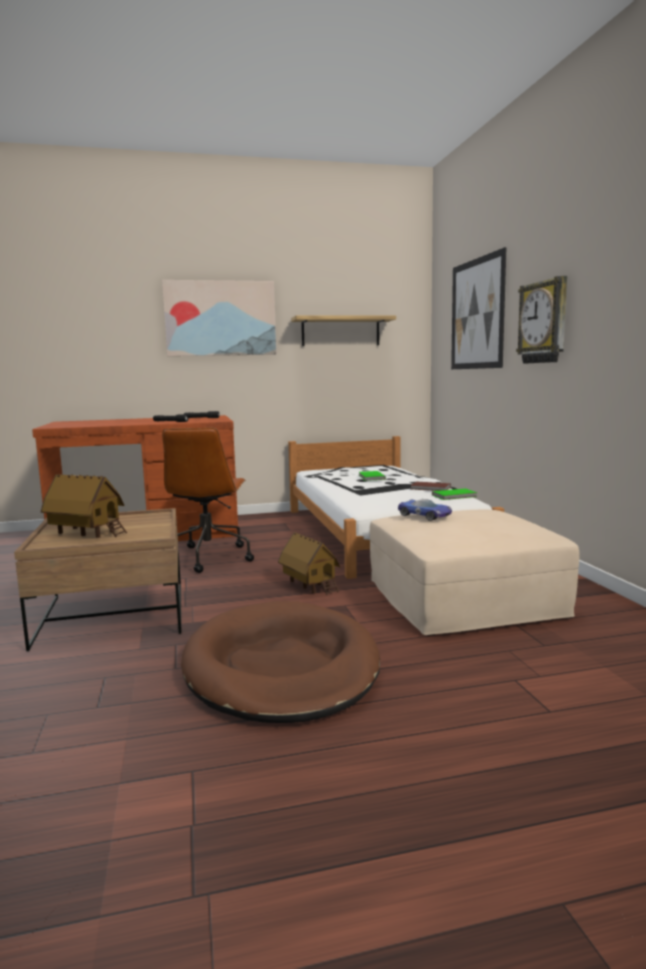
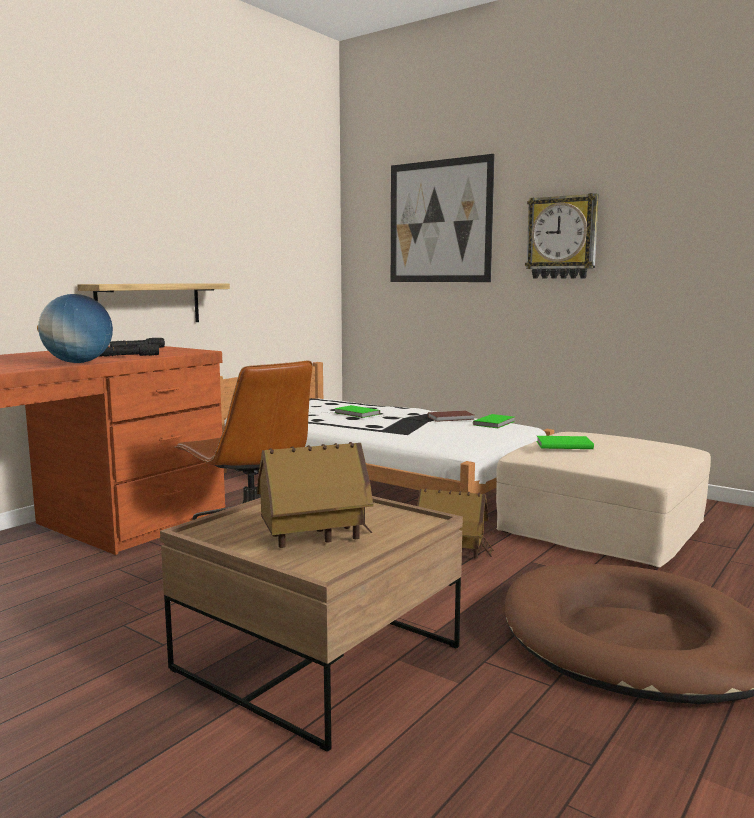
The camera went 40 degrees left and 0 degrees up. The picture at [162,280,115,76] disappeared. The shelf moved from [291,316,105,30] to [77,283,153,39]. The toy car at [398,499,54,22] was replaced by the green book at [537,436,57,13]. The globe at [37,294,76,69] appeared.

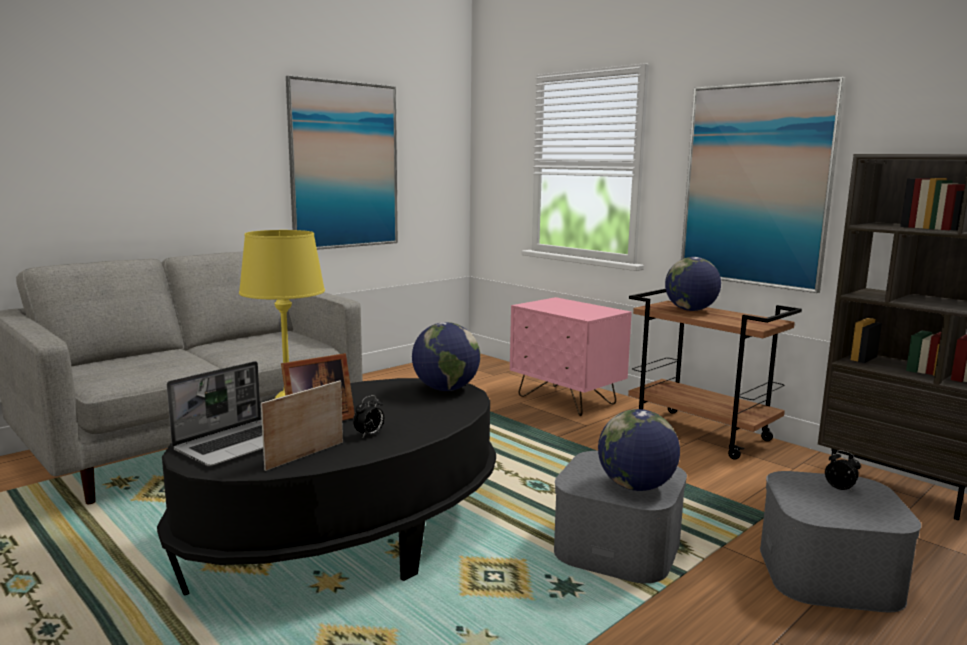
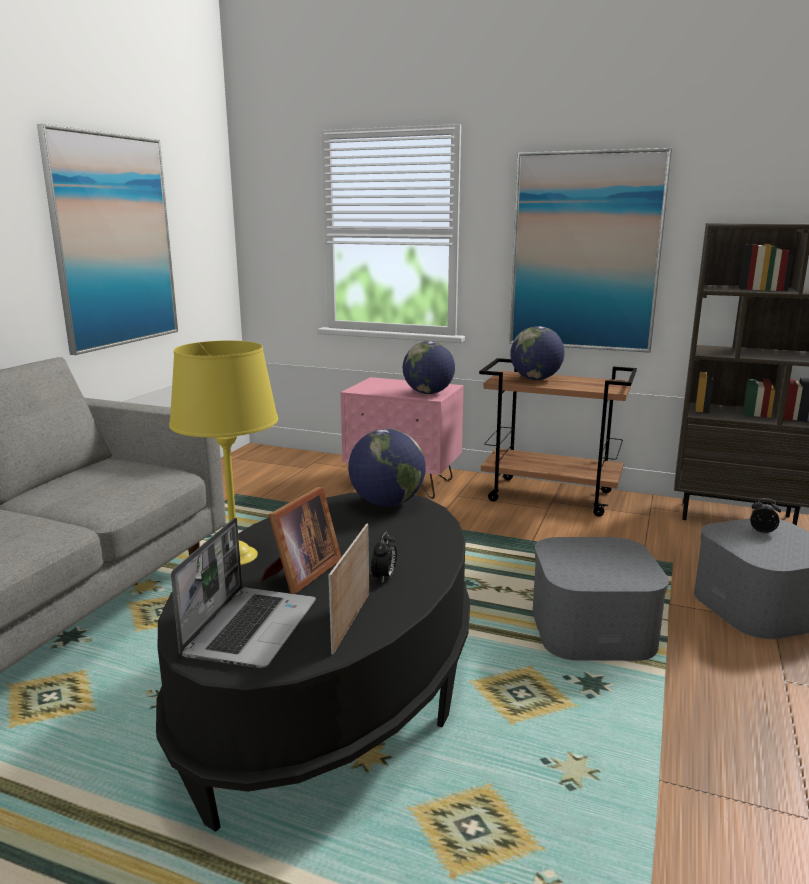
The camera went 25 degrees left and 5 degrees up. The globe moved from [598,409,82,82] to [403,341,52,53].

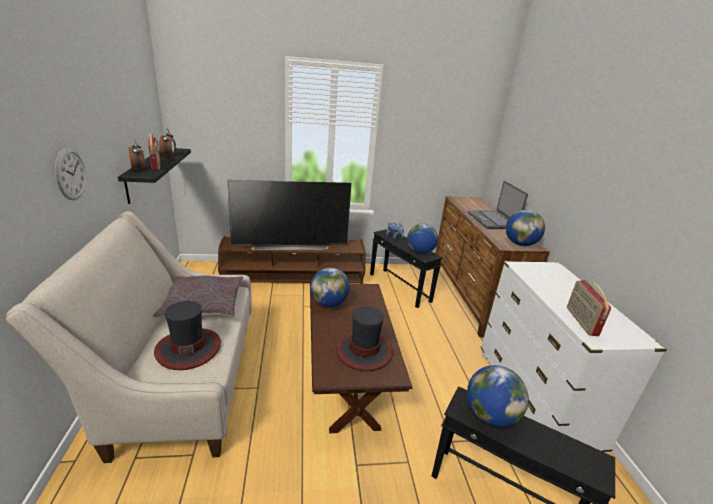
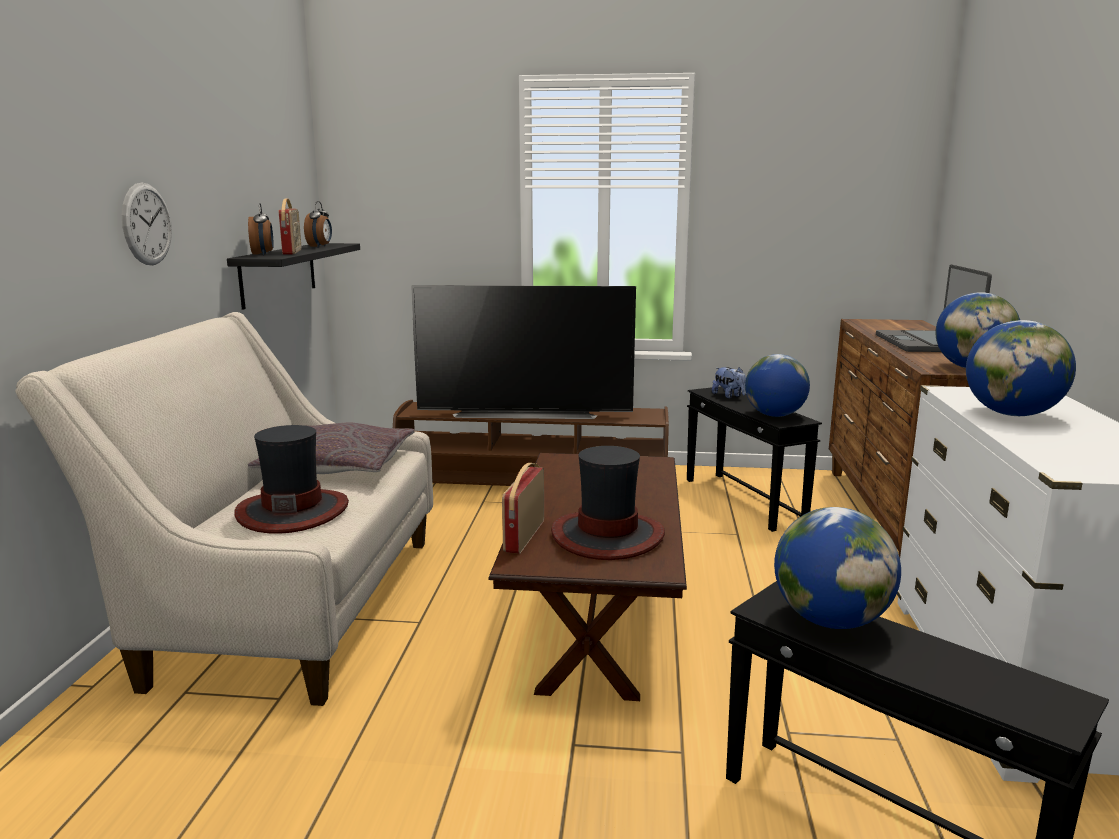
The camera went 15 degrees right and 10 degrees down. The globe moved from [310,268,40,39] to [966,320,110,96]. The radio moved from [567,280,44,56] to [502,463,42,91].

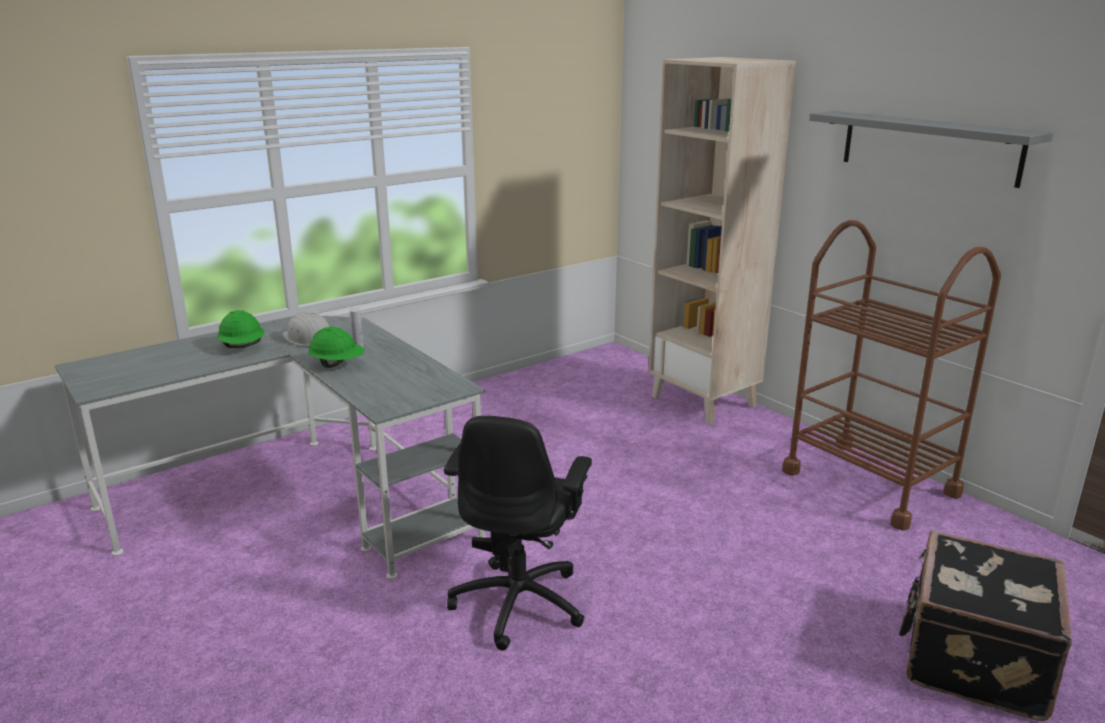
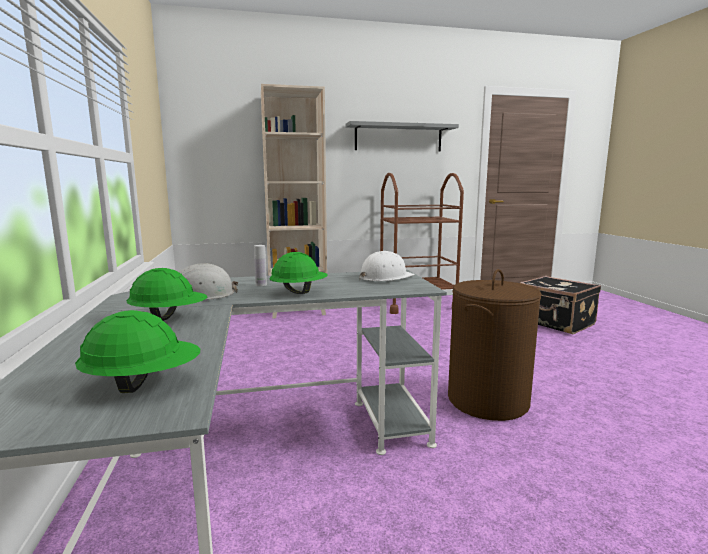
The camera went 65 degrees left and 10 degrees down. The black office chair at [444,416,148,235] was replaced by the brown laundry basket at [448,269,94,152]. The white hard hat at [359,251,56,30] appeared. The green hard hat at [75,310,125,83] appeared.

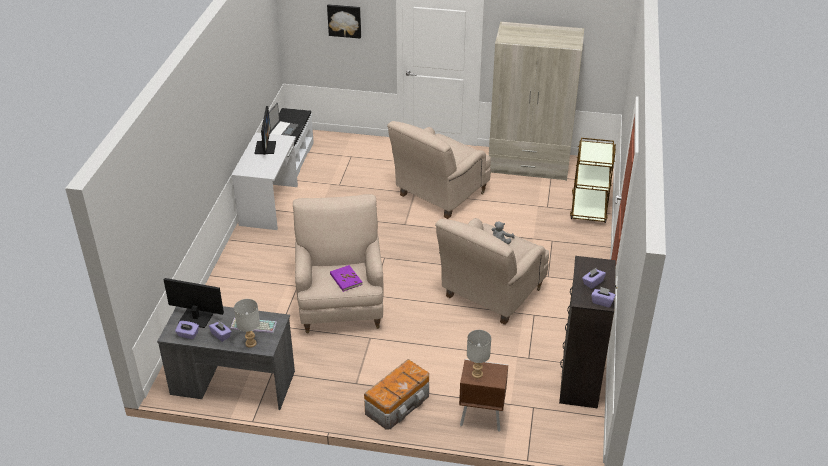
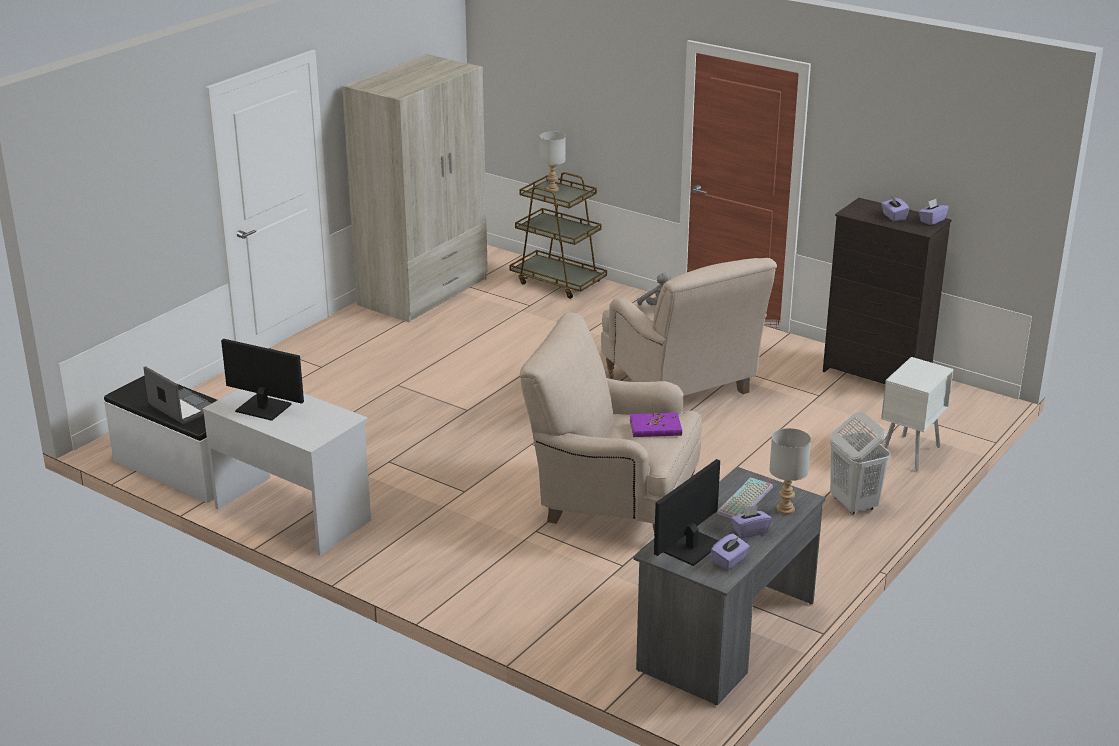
The camera went 65 degrees left and 10 degrees down. The picture at [327,4,34,35] disappeared. The beige armchair at [387,121,104,98] disappeared. The grey table lamp moved from [467,330,24,48] to [539,131,27,61]. The storage box at [364,359,65,70] was replaced by the white laundry basket at [830,412,61,103]. The brown nightstand at [459,359,49,72] became the white nightstand at [881,357,73,114].

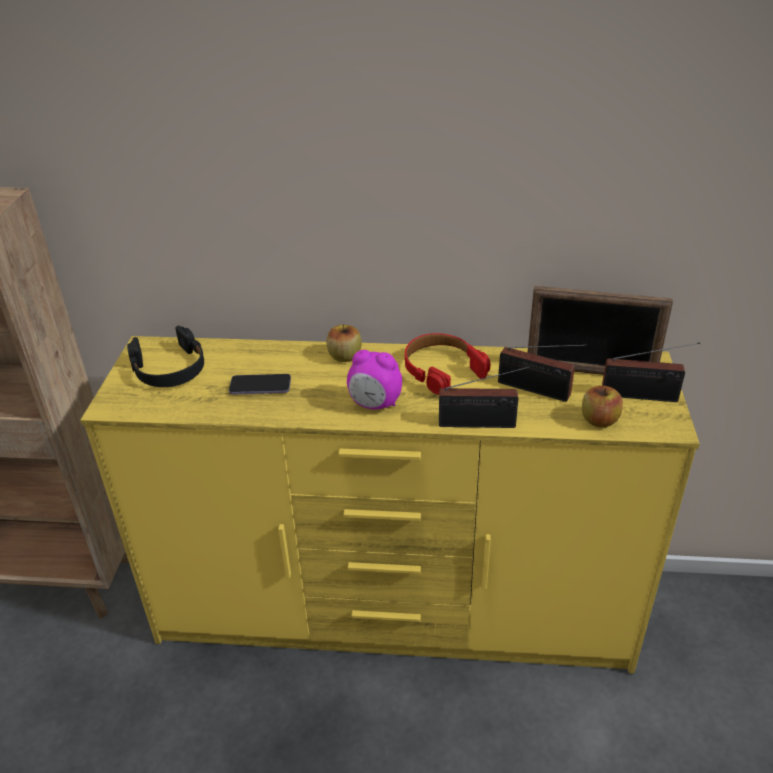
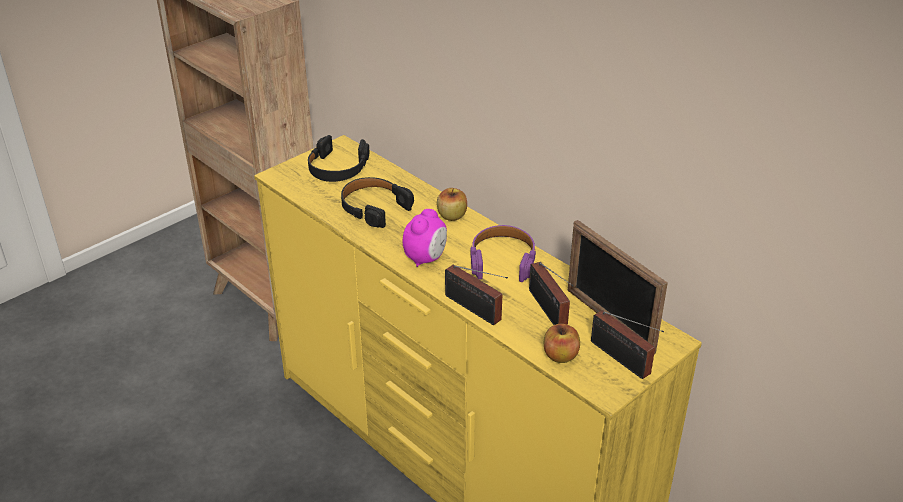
The camera went 40 degrees right and 0 degrees up. The red headphones at [405,333,86,62] became the purple headphones at [470,225,66,57]. The alarm clock at [347,350,55,60] turned 120 degrees counterclockwise. The phone at [229,374,62,21] was replaced by the black headphones at [341,177,73,51].

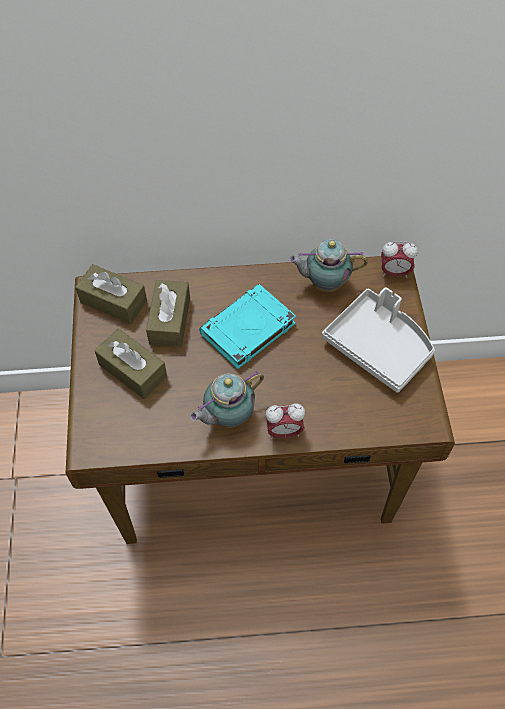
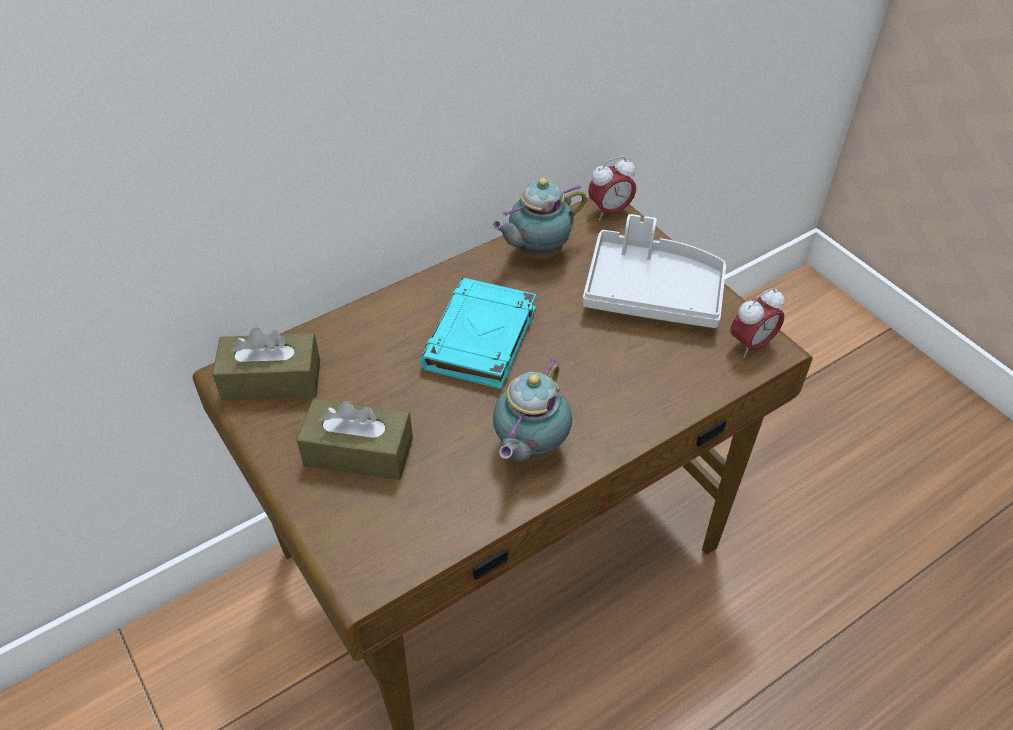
The camera went 30 degrees left and 10 degrees down. The brown tissue box at [146,280,44,67] disappeared. The alarm clock moved from [266,403,39,36] to [730,288,55,70].

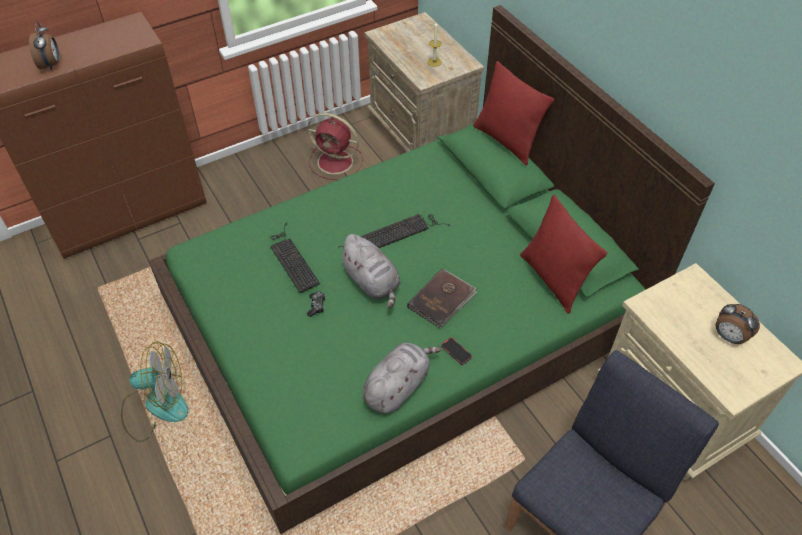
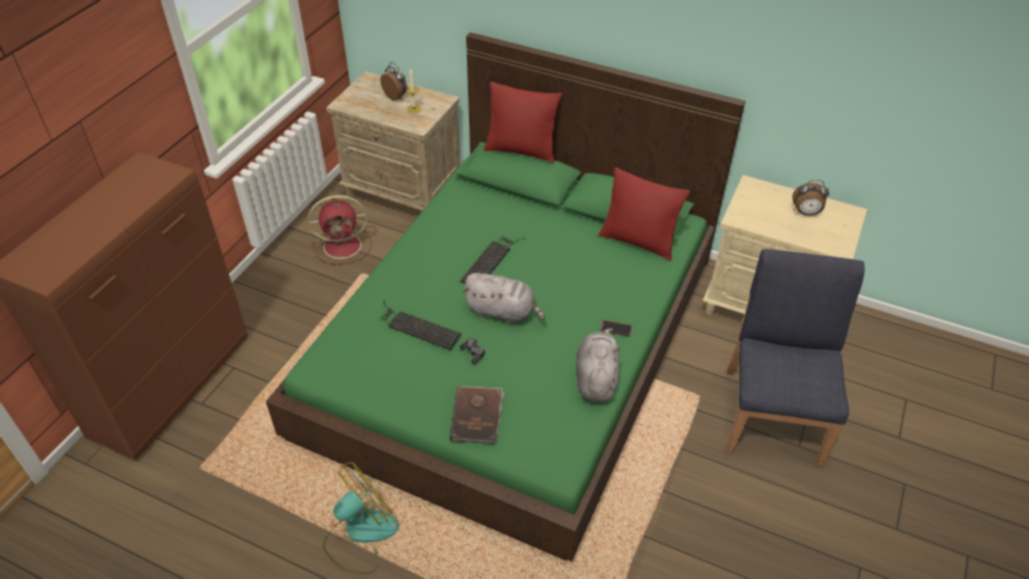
The camera went 35 degrees left and 5 degrees down. The alarm clock moved from [29,22,30,49] to [380,62,27,39]. The brown book moved from [407,269,70,60] to [450,386,55,58].

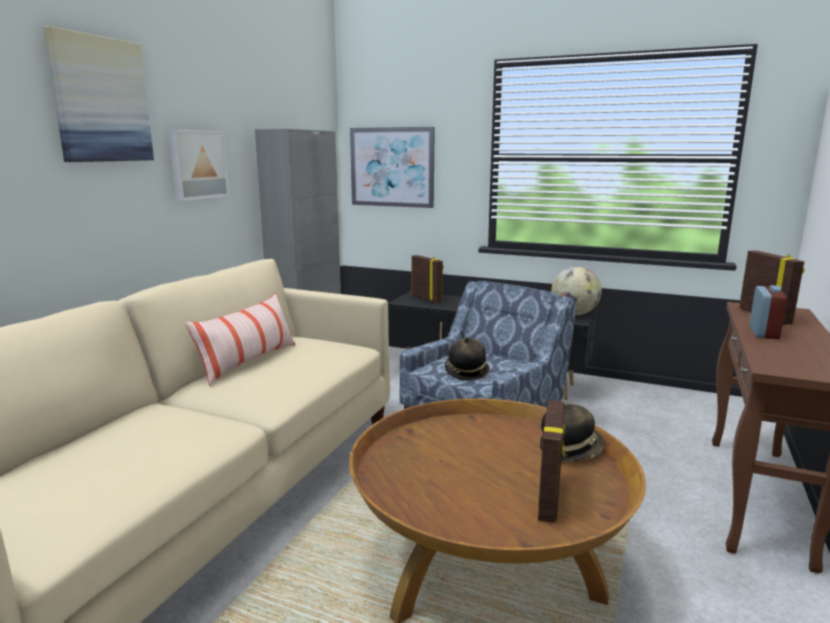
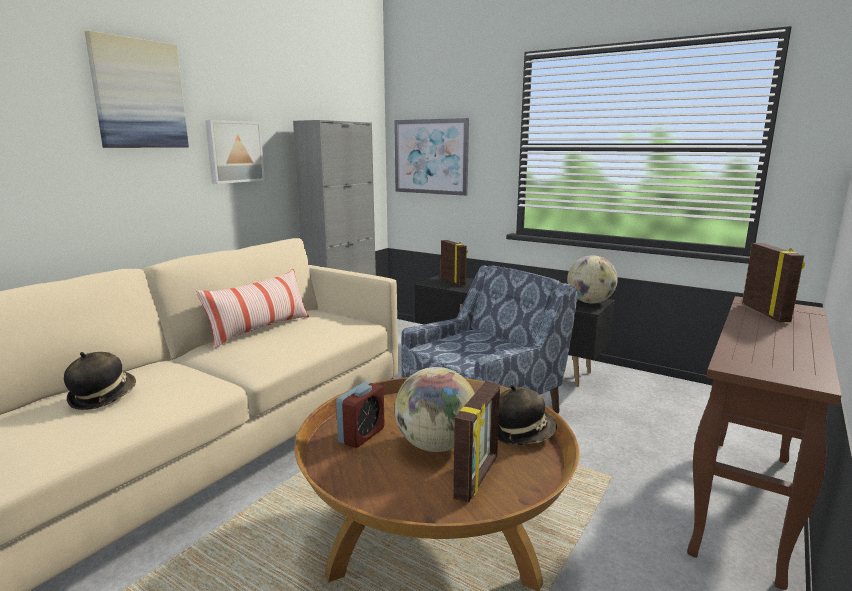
The camera went 10 degrees right and 0 degrees up. The alarm clock moved from [750,285,37,54] to [336,382,49,66]. The hat moved from [445,337,45,43] to [64,352,72,58]. The globe at [395,367,80,85] appeared.

